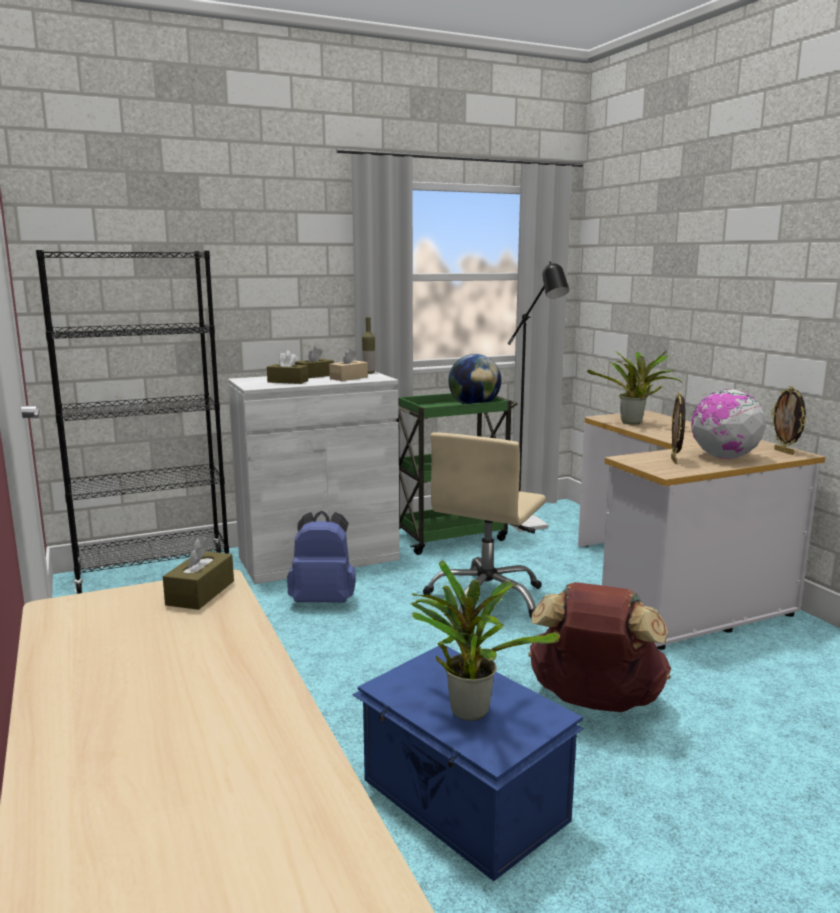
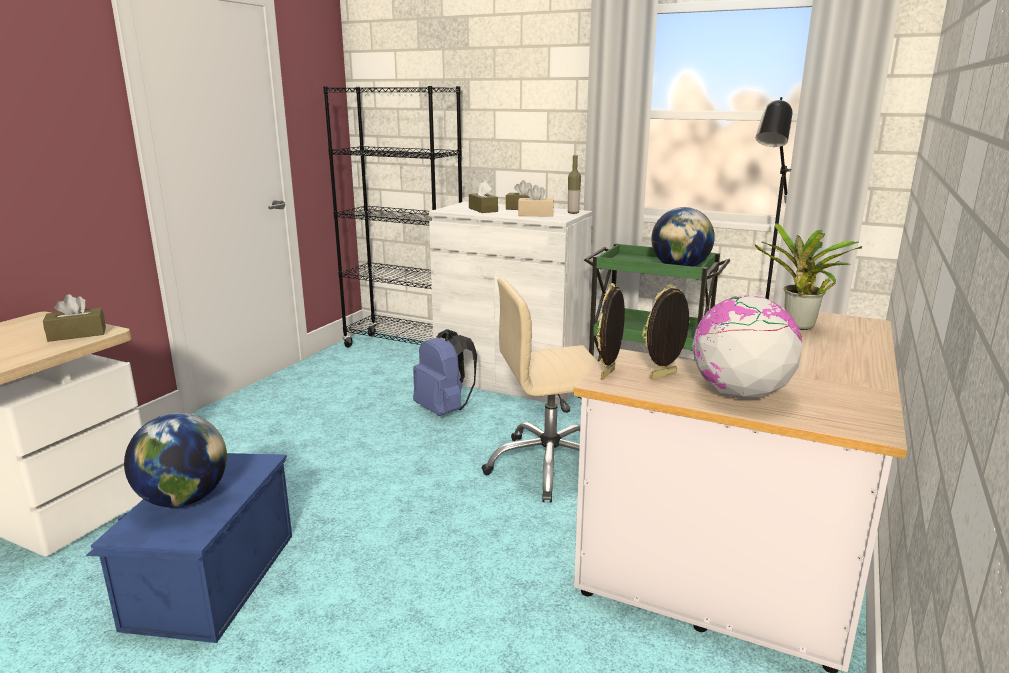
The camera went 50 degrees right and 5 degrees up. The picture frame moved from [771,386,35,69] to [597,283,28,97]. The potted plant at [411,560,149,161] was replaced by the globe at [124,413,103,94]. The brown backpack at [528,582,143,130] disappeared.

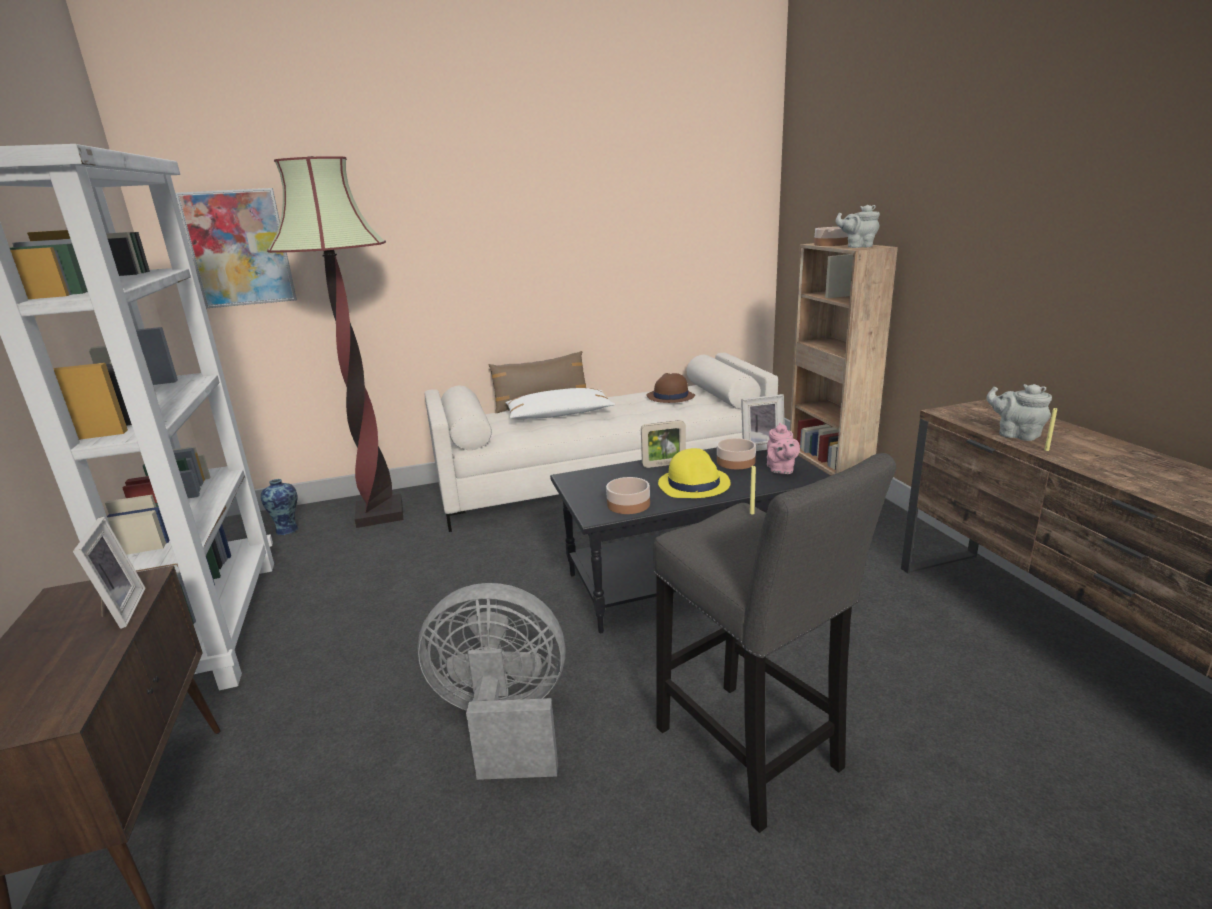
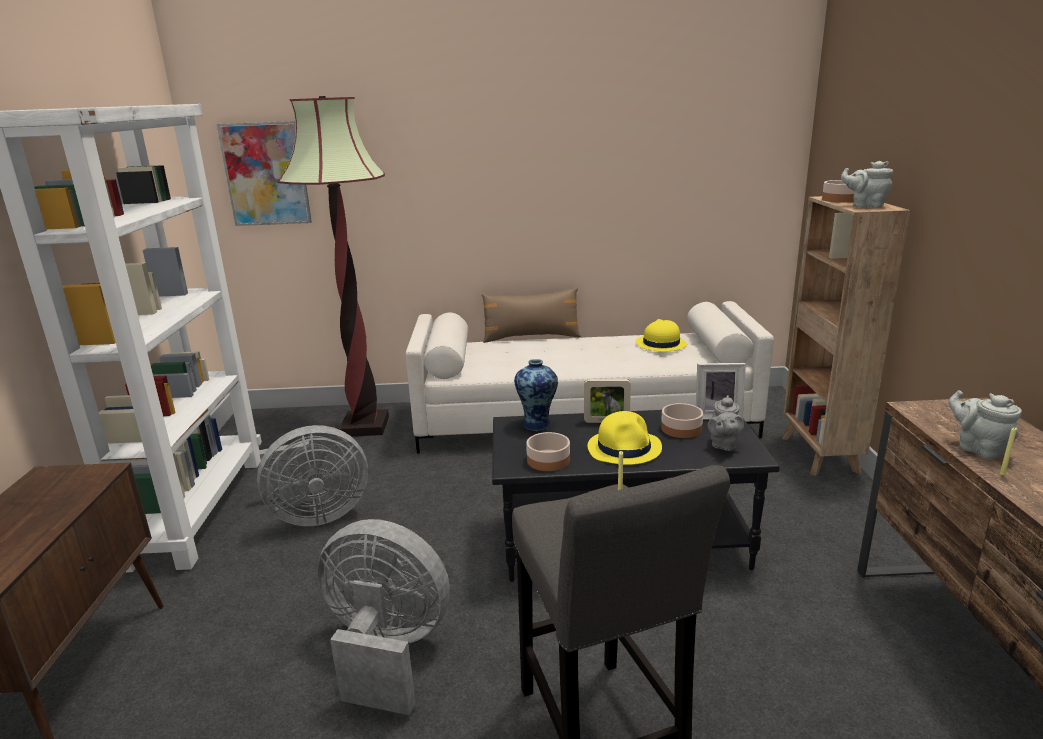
The camera went 15 degrees right and 0 degrees up. The brown hat at [646,373,49,30] became the yellow hat at [636,319,51,32]. The white pillow at [505,388,110,31] disappeared. The pink teapot at [767,423,33,51] became the grey teapot at [708,395,36,56]. The vase moved from [261,479,37,56] to [514,359,44,72]. The picture frame at [73,517,73,112] disappeared. The grey fan at [257,425,111,101] appeared.

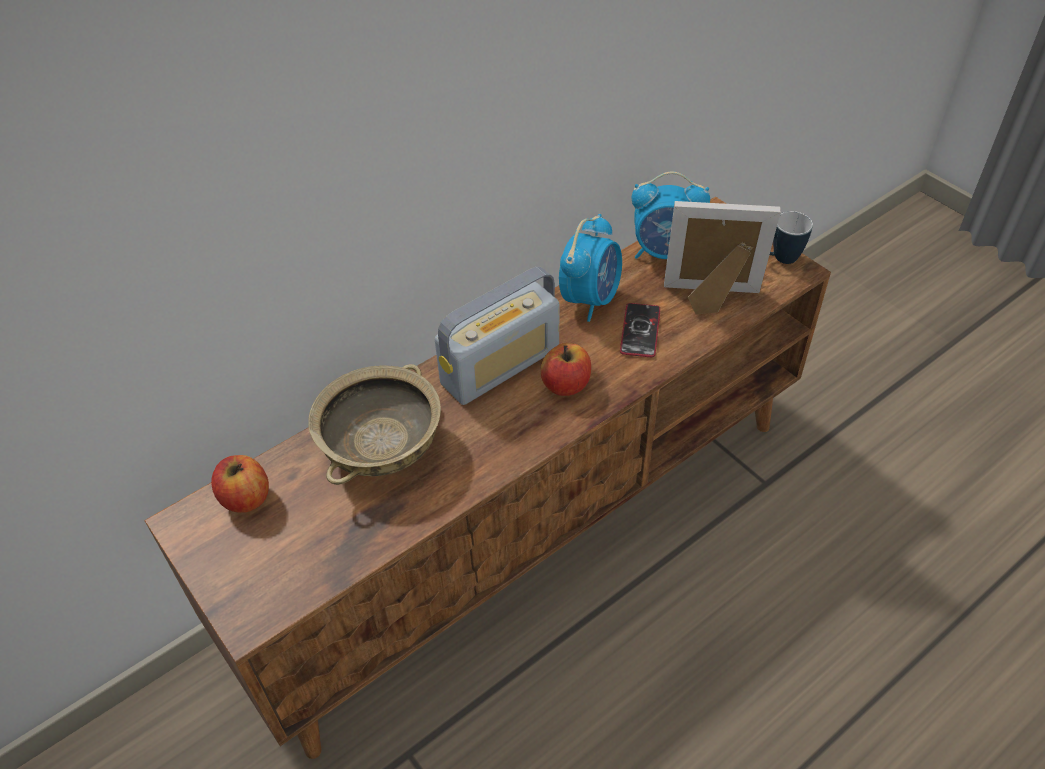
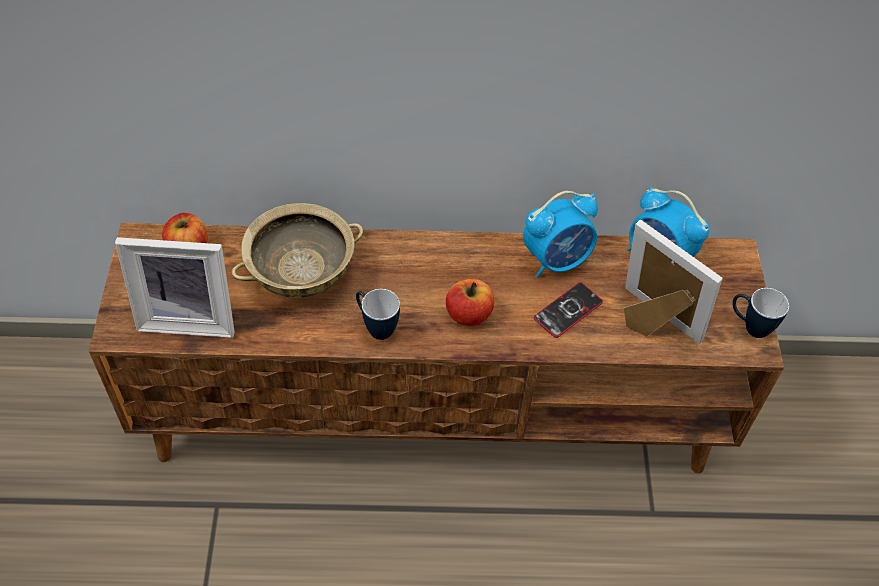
The camera went 35 degrees right and 5 degrees up. The radio at [435,267,125,138] disappeared. The picture frame at [115,237,120,101] appeared. The mug at [356,289,44,51] appeared.

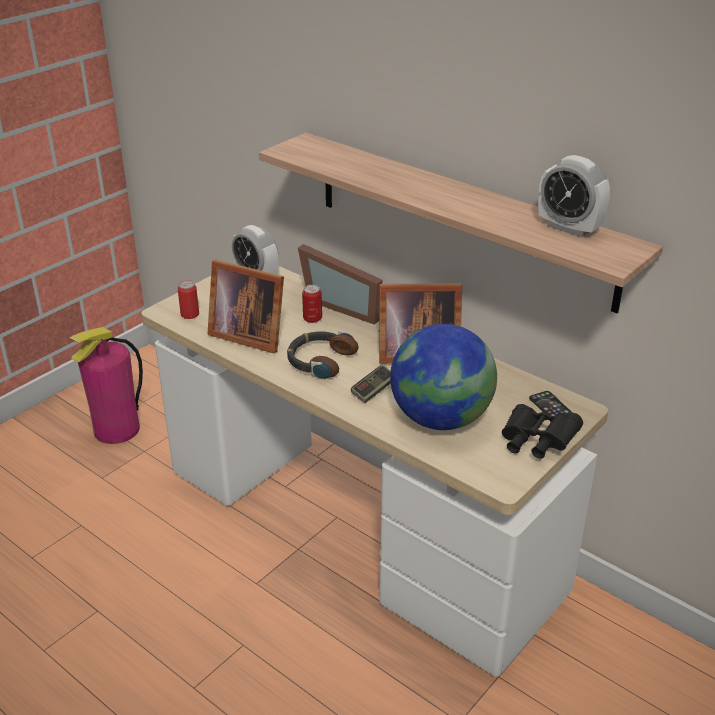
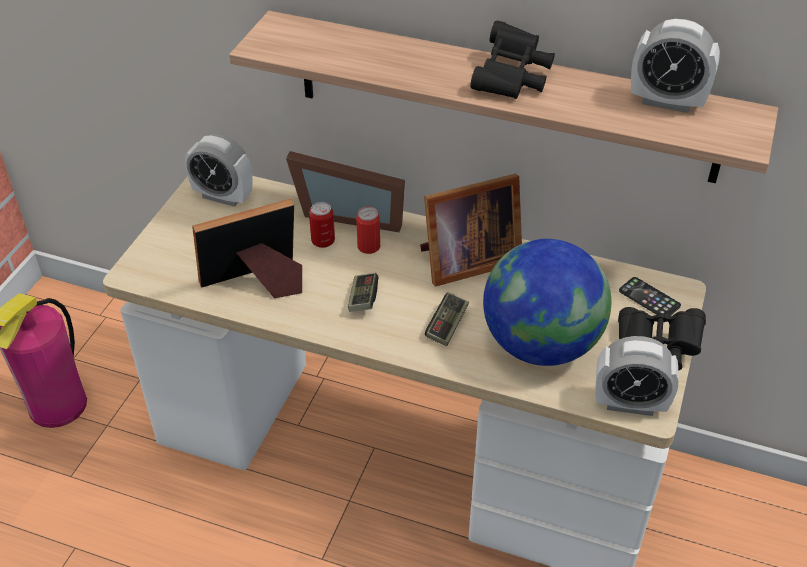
The camera went 20 degrees left and 10 degrees up. The picture frame at [207,260,77,93] turned 150 degrees clockwise. The can moved from [178,280,21,39] to [356,207,24,47]. The headphones at [287,331,72,49] was replaced by the game controller at [348,273,30,39]. The black binoculars at [470,21,85,78] appeared. The alarm clock at [595,336,84,80] appeared.

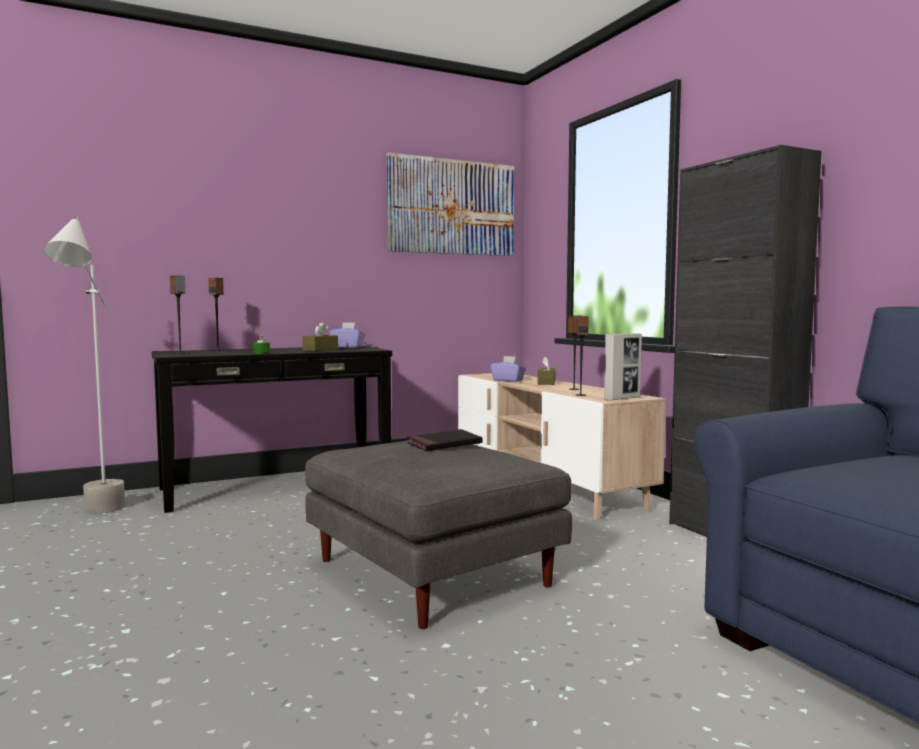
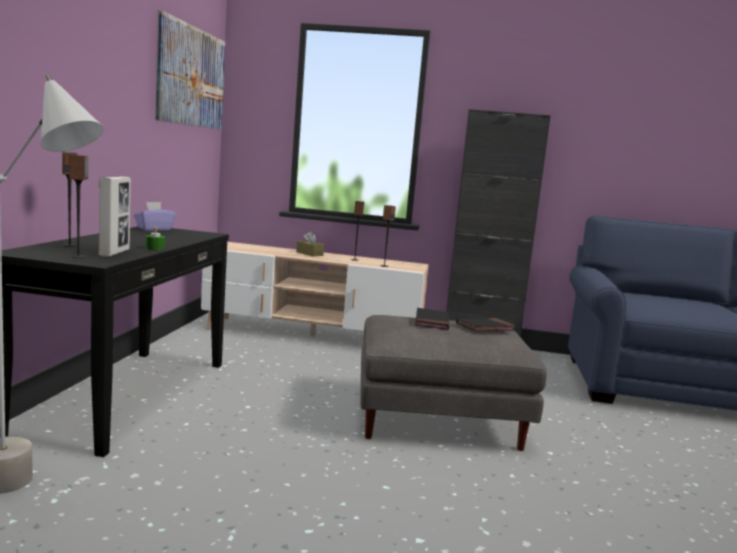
The camera went 55 degrees left and 5 degrees up. The brown tissue box at [302,322,36,29] disappeared. The picture frame moved from [604,333,38,68] to [98,177,33,80]. The purple tissue box at [490,356,36,26] disappeared. The black book at [456,318,60,13] appeared.

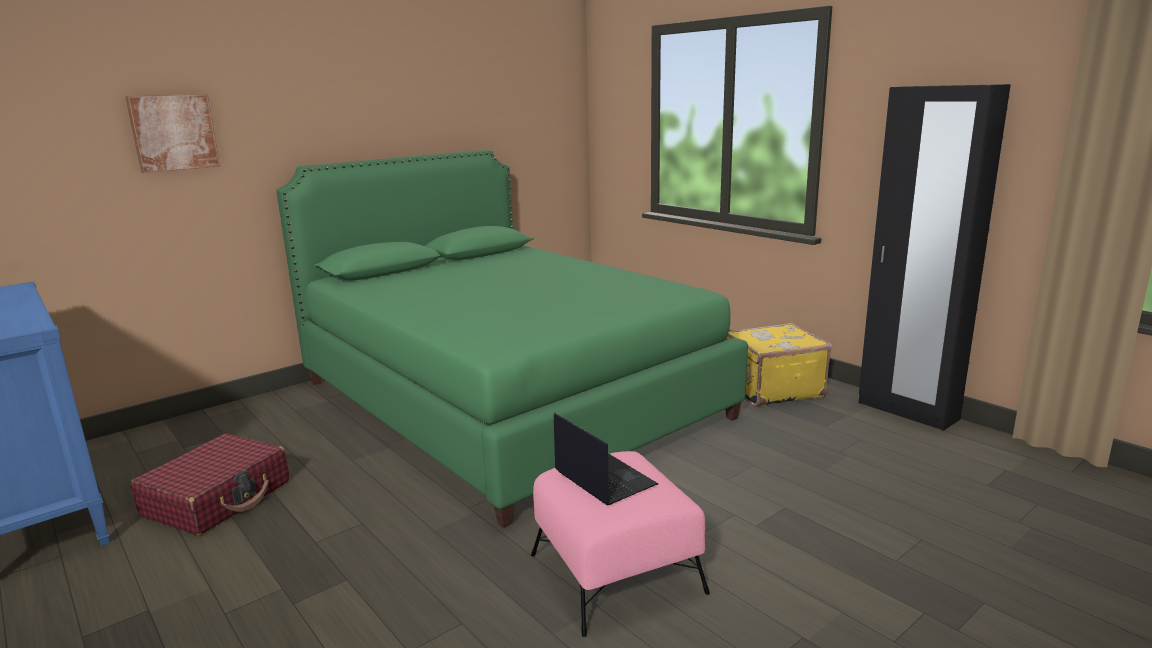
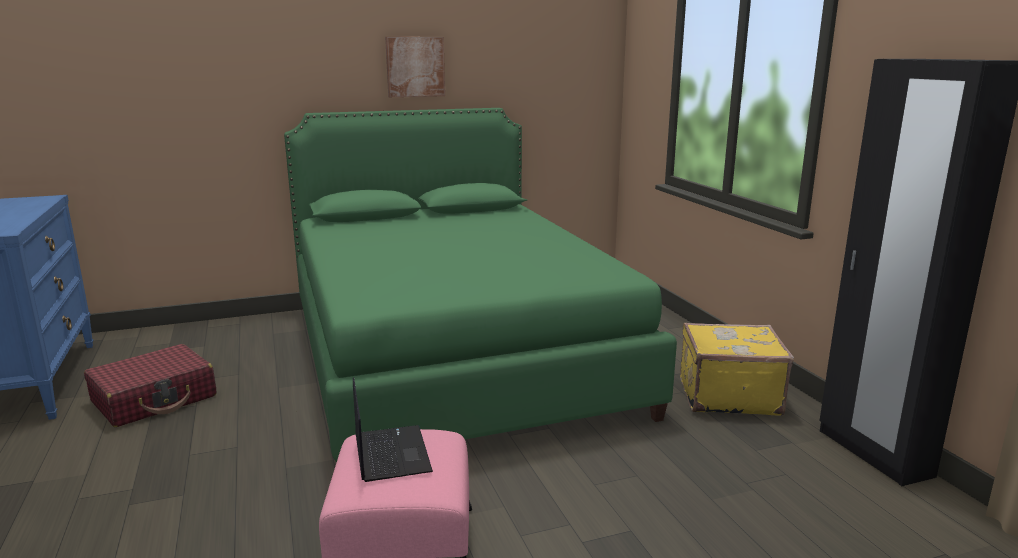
The camera went 20 degrees right and 0 degrees up. The picture moved from [125,94,95,79] to [385,37,60,60].

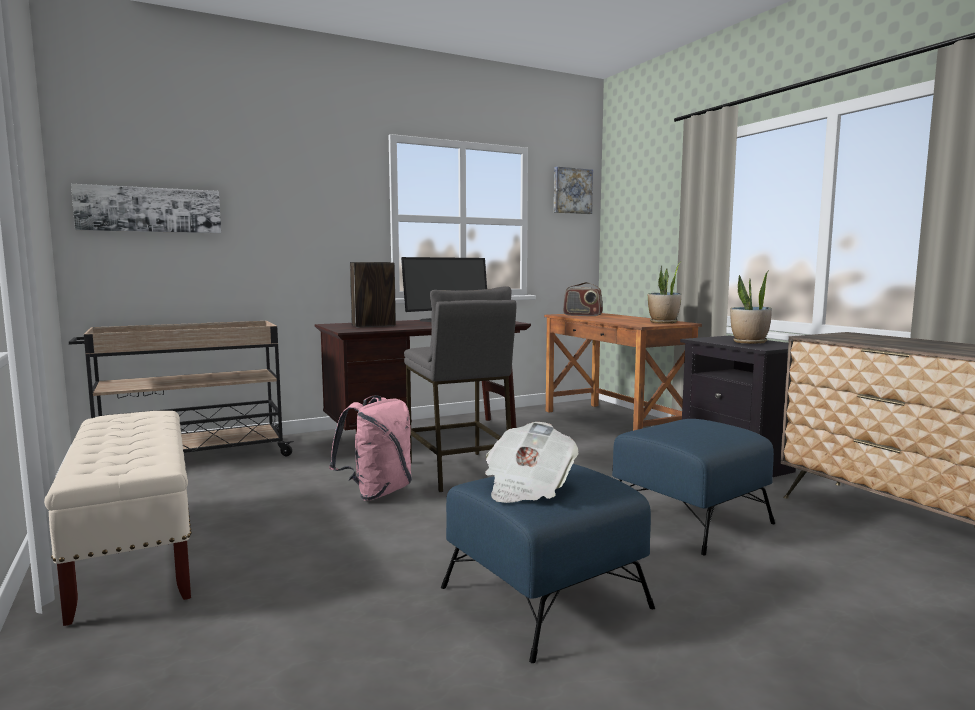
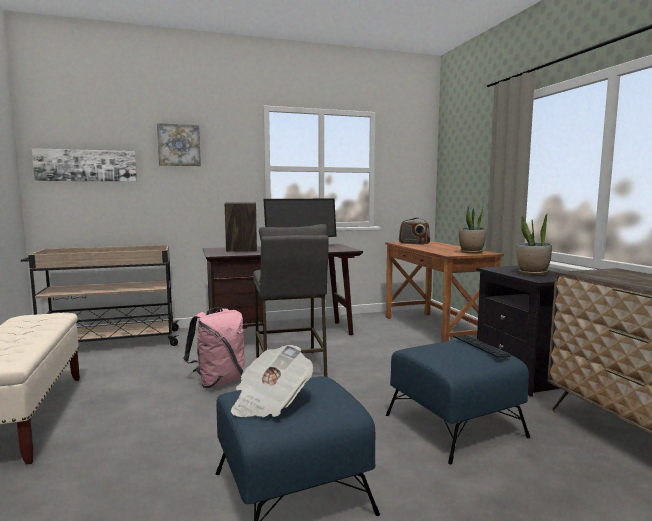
The camera went 10 degrees right and 0 degrees up. The picture moved from [554,167,39,47] to [157,123,44,43]. The keyboard at [453,335,58,23] appeared.

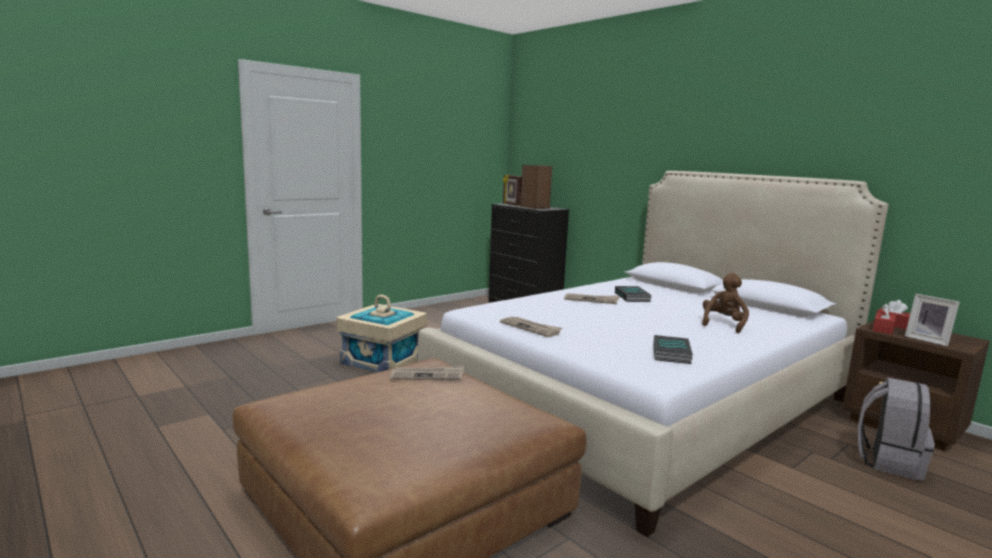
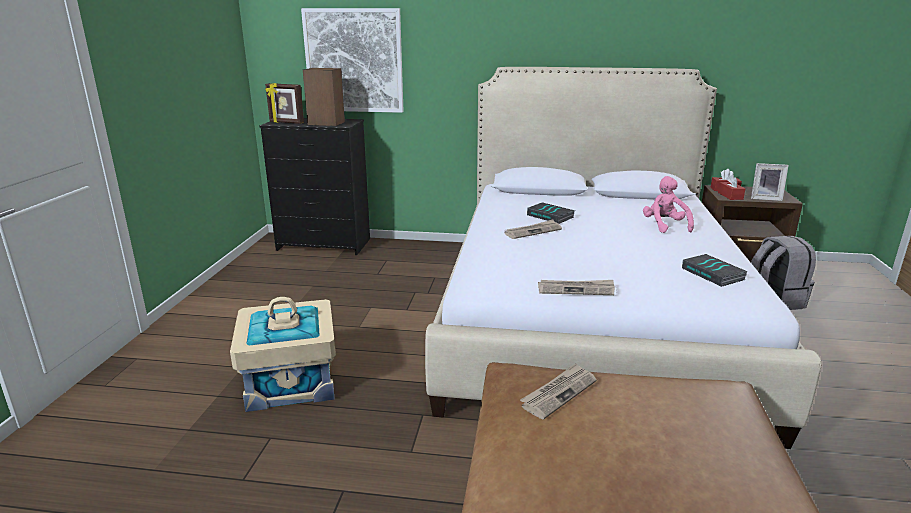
The camera went 40 degrees left and 10 degrees up. The brown plush toy at [702,273,47,60] became the pink plush toy at [643,176,51,57]. The picture at [301,8,103,105] appeared.

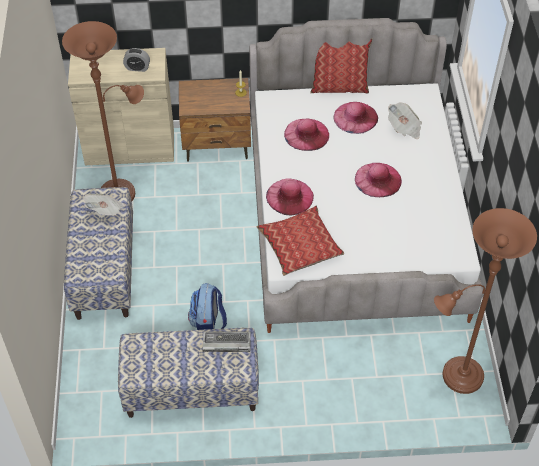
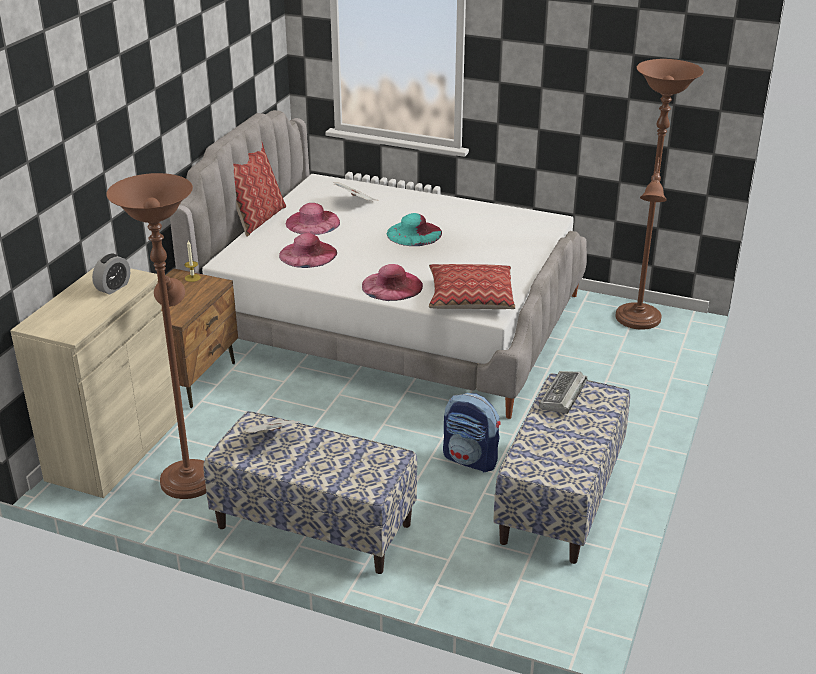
The camera went 65 degrees left and 20 degrees down. The pink hat at [355,163,47,34] became the turquoise hat at [387,213,55,33].

